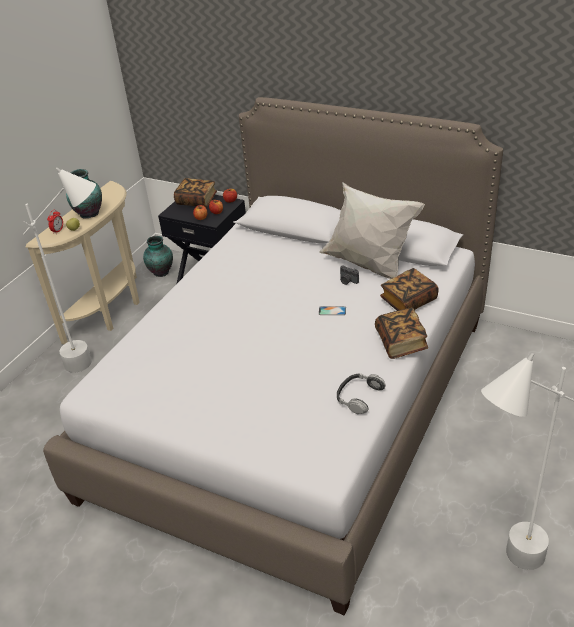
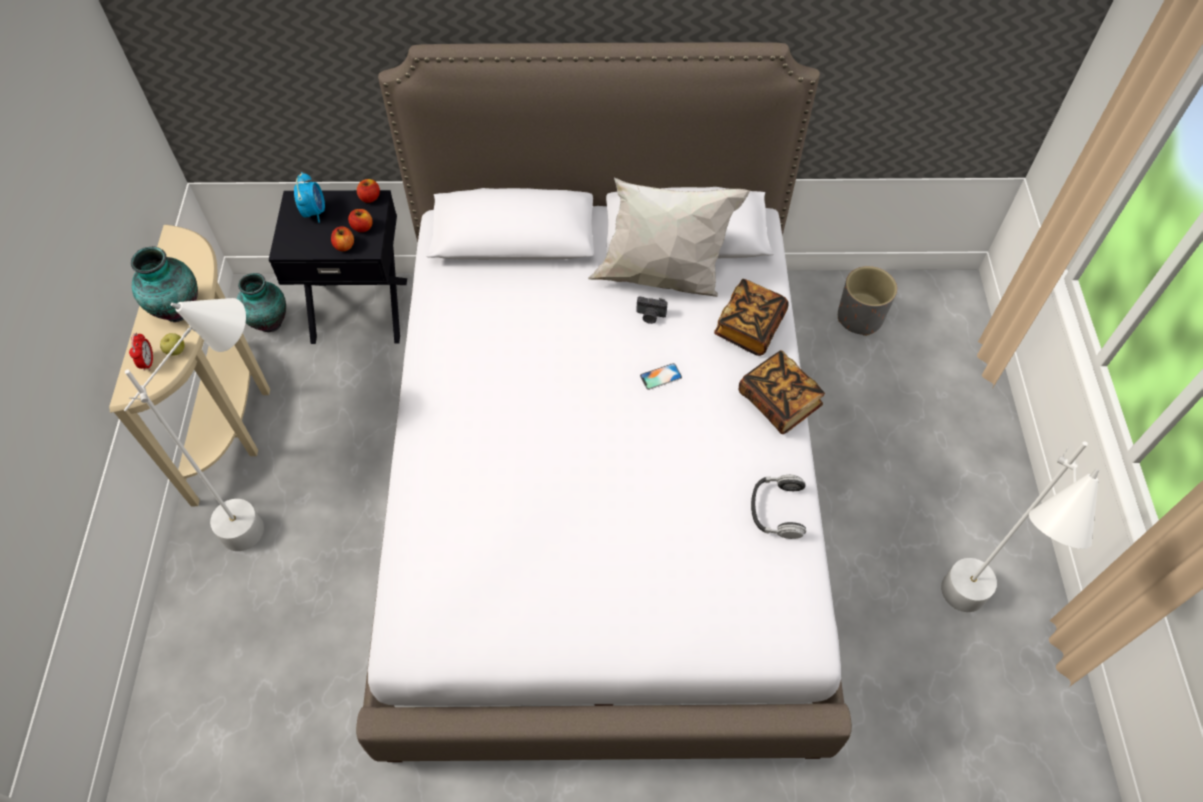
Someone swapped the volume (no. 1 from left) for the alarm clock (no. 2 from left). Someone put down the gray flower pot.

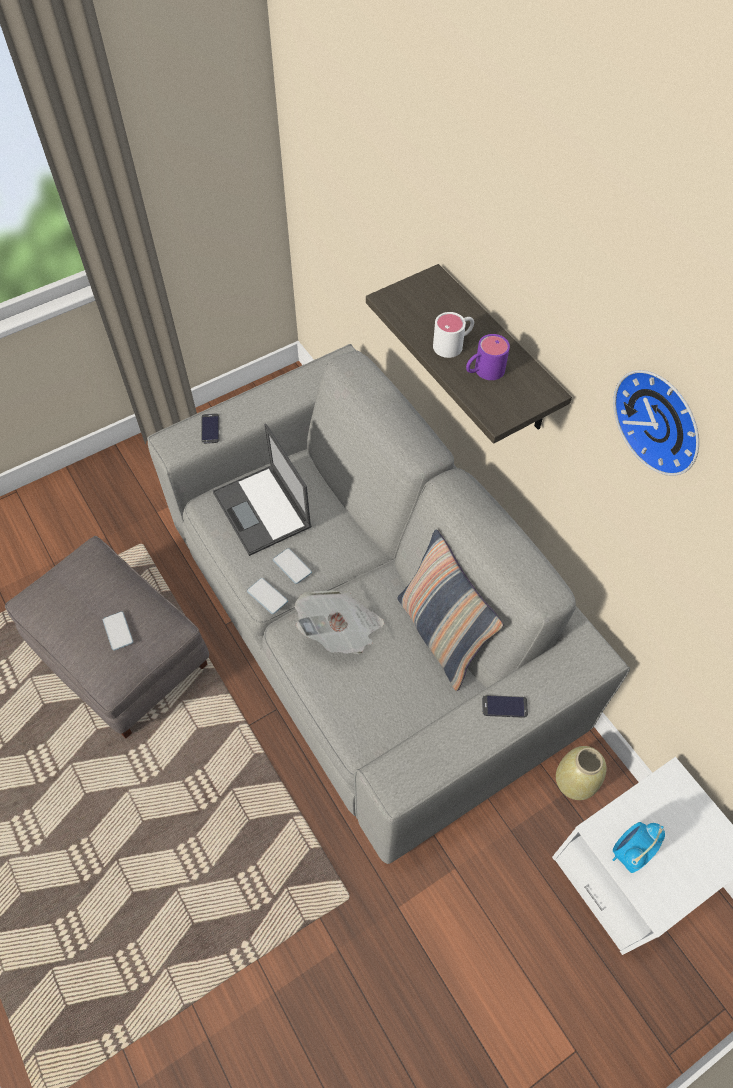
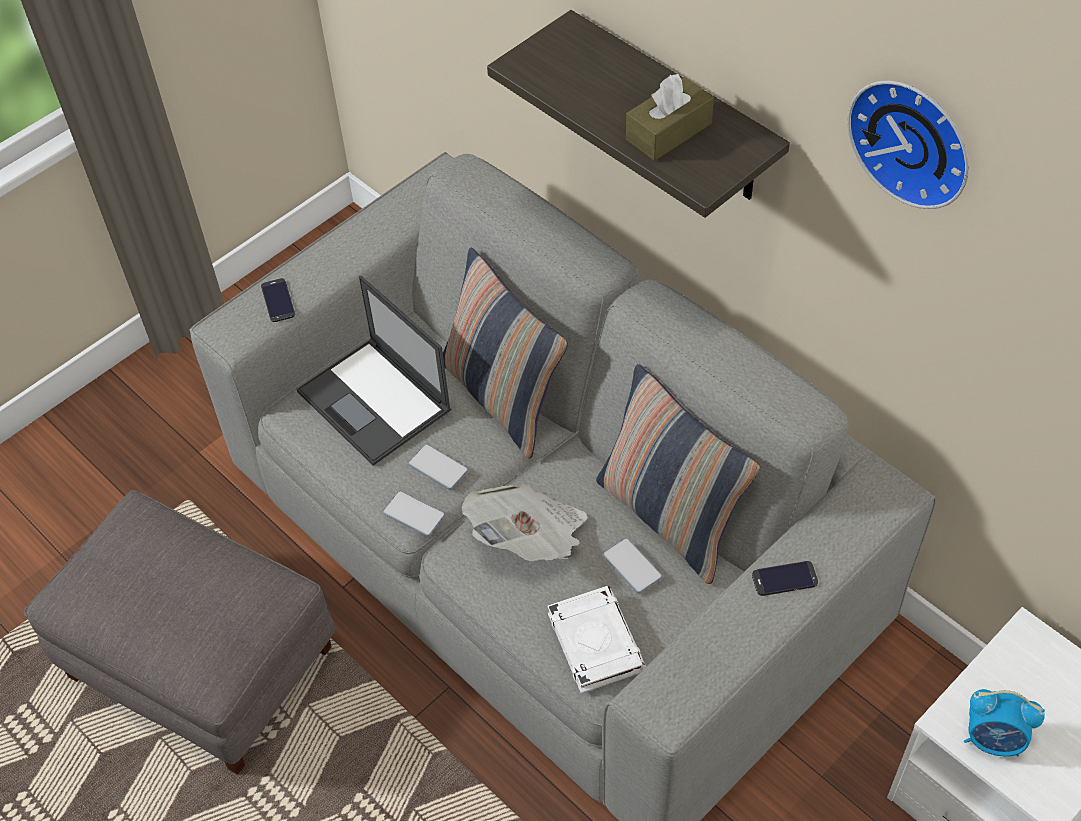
Someone carried the telephone (no. 1 from left in the first image). Someone took away the white-coloured tea mug. Someone swapped the purple tea mug for the brown-coloured tissue box. Someone took away the beige-coloured decorative vase. Someone rotated the alarm clock by 105 degrees counterclockwise. Someone put down the cushion (no. 1 from left). Someone put down the white-coloured volume.

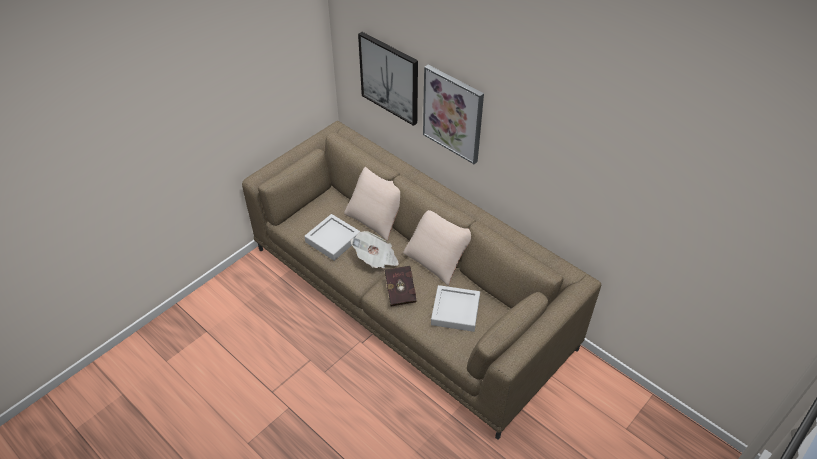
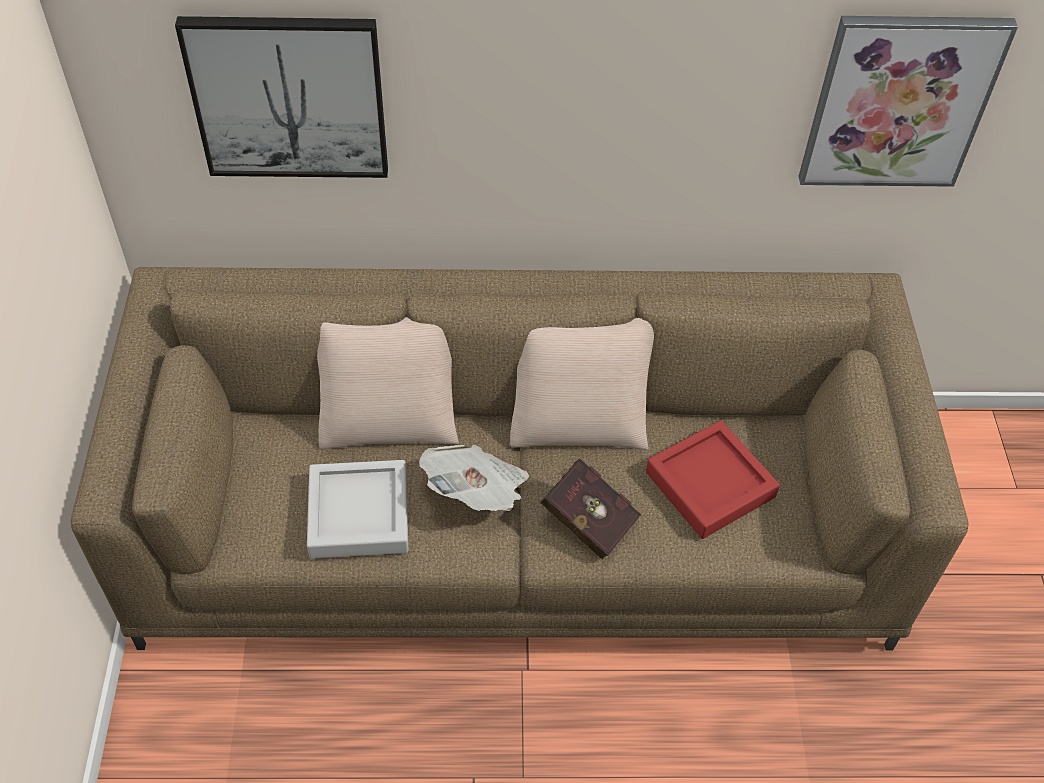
Someone carried the picture (no. 2 from left). Someone repainted the gray serving tray (no. 2 from left), which became the red serving tray.

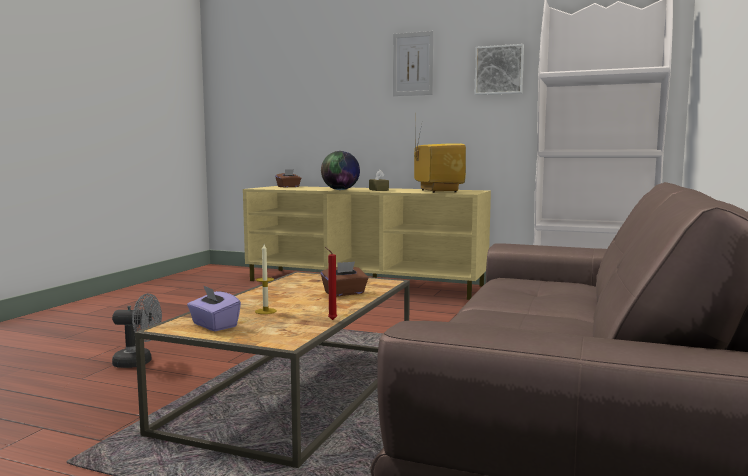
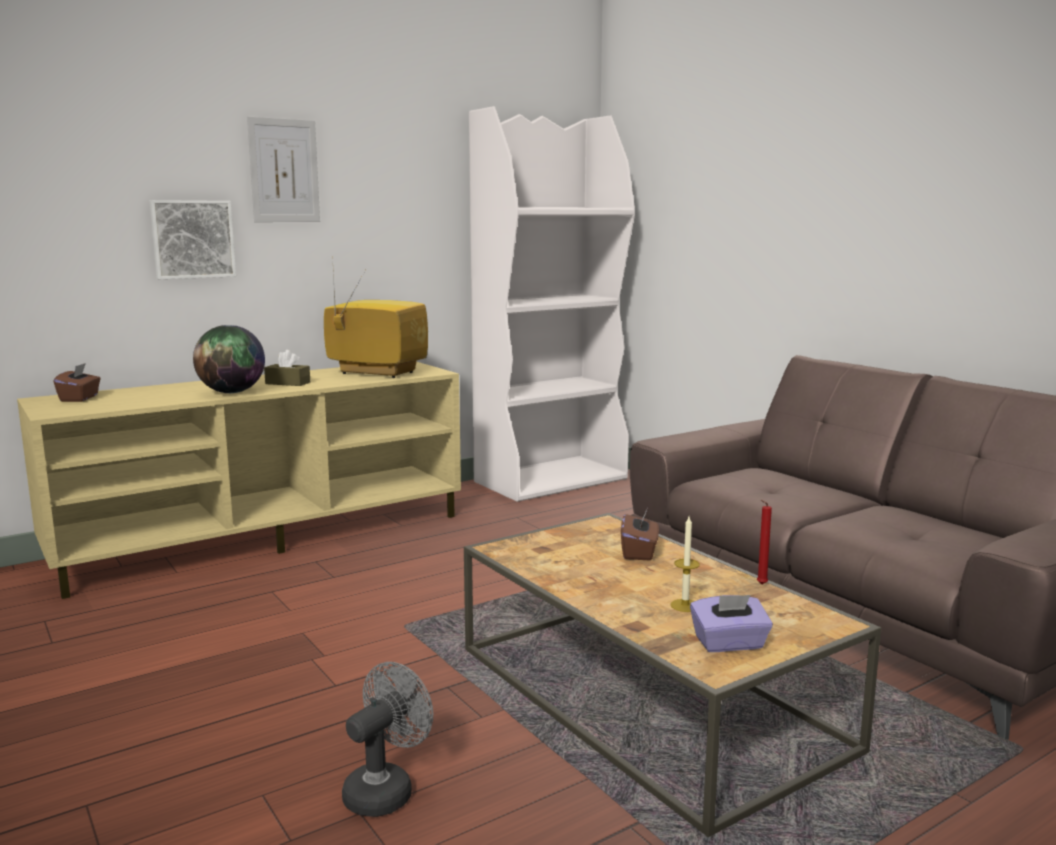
Someone carried the picture (no. 2 from left in the first image).

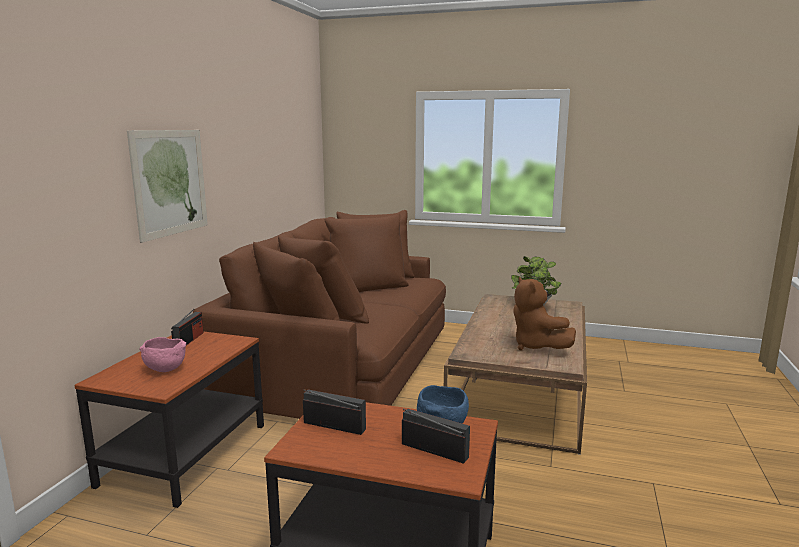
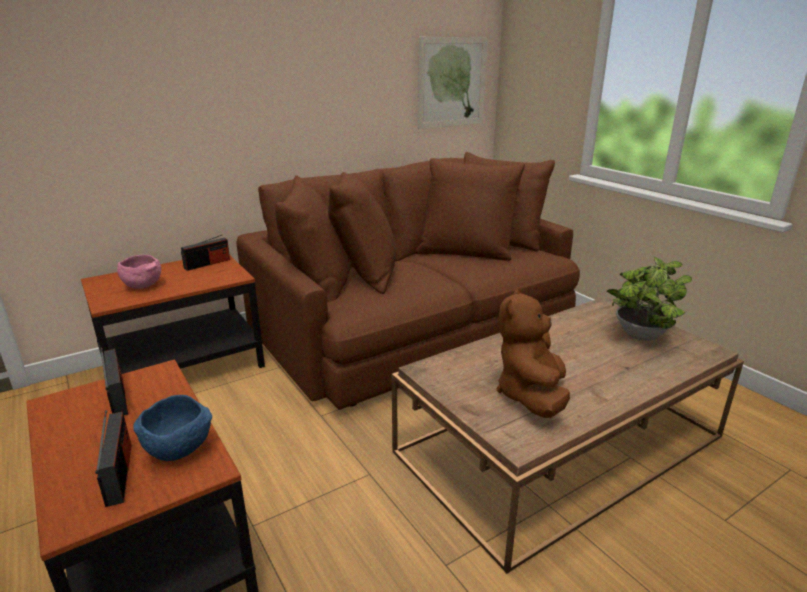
Someone carried the picture.

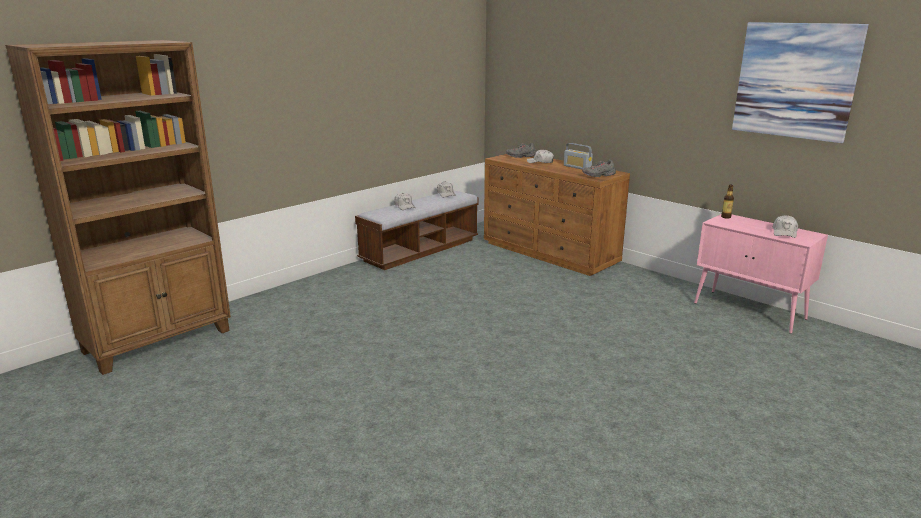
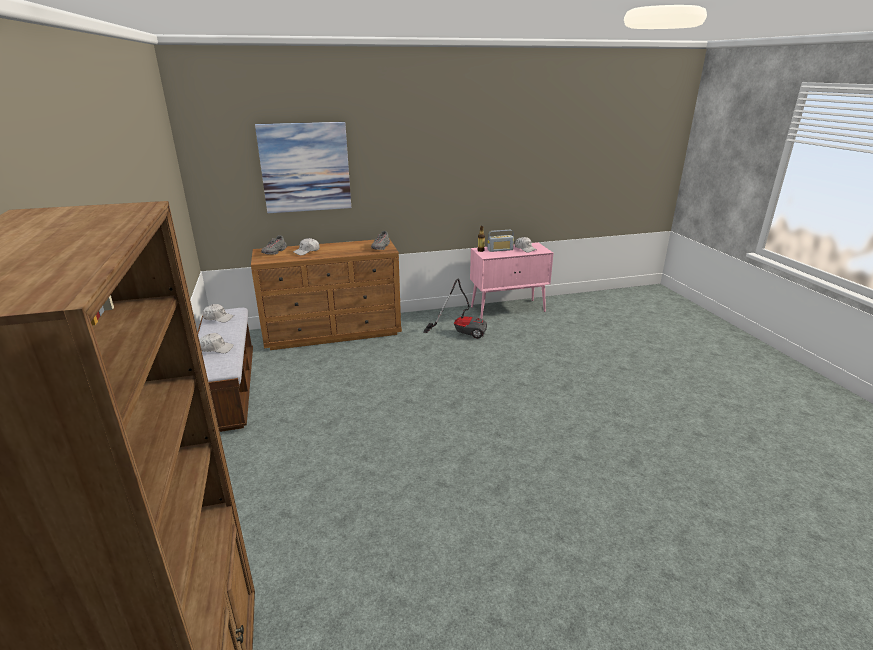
Someone carried the radio receiver. Someone carried the picture. Someone put down the vacuum.

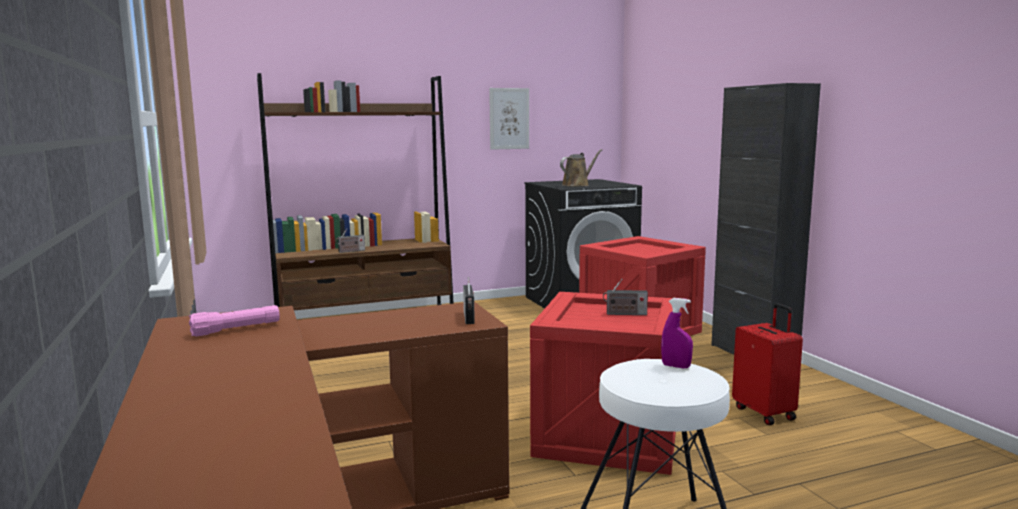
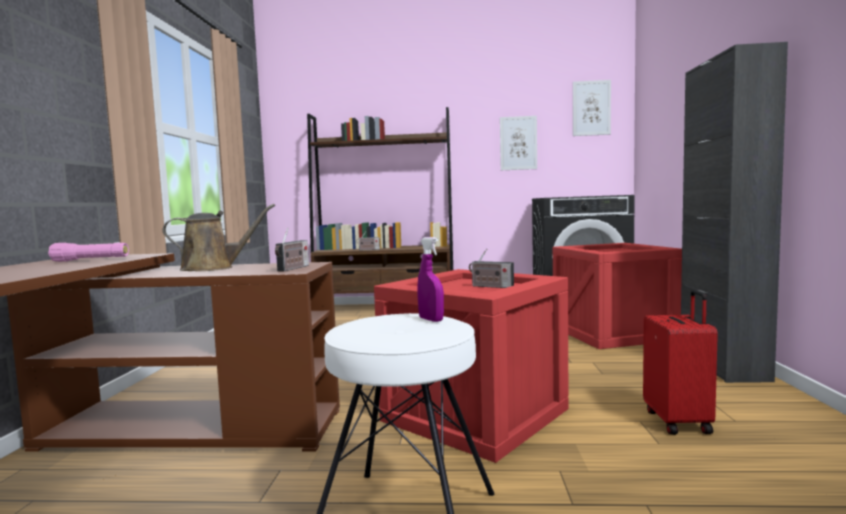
Someone carried the brown-coloured sprinkling can. Someone put up the picture (no. 2 from left).

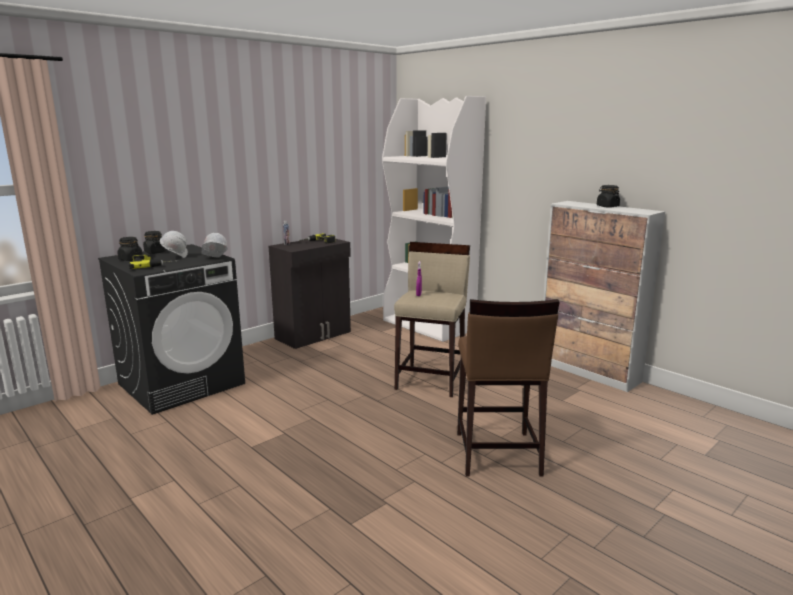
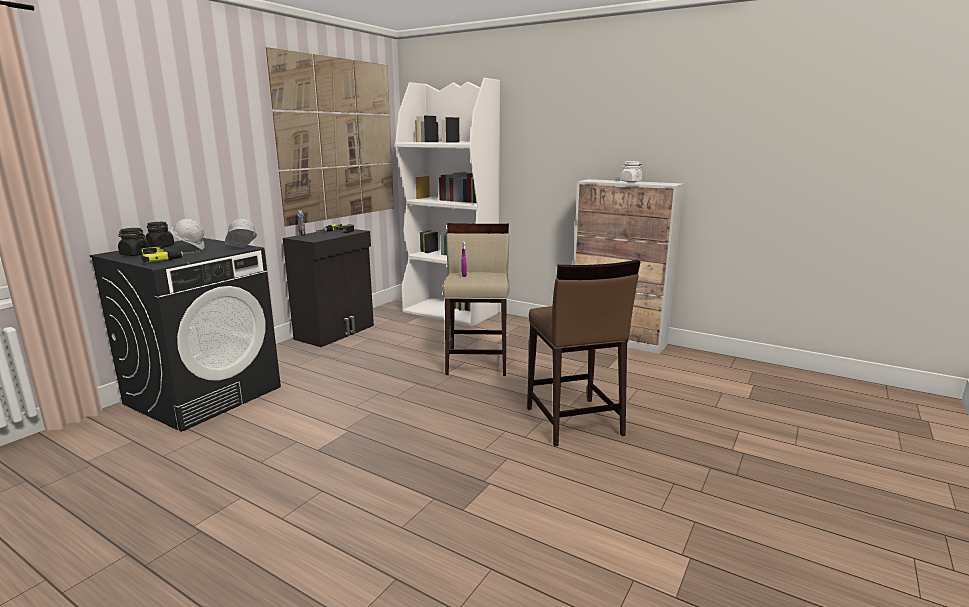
Someone repainted the black-coloured storage jar (no. 3 from left), which became the white-coloured storage jar. Someone put up the picture.

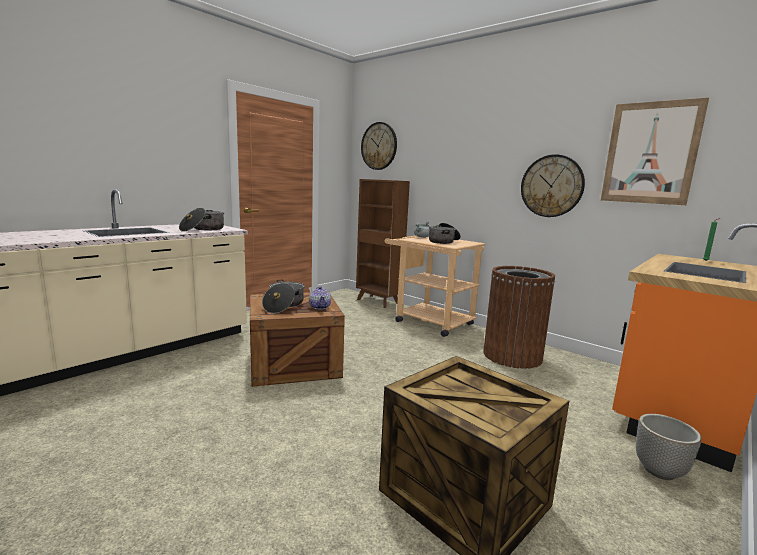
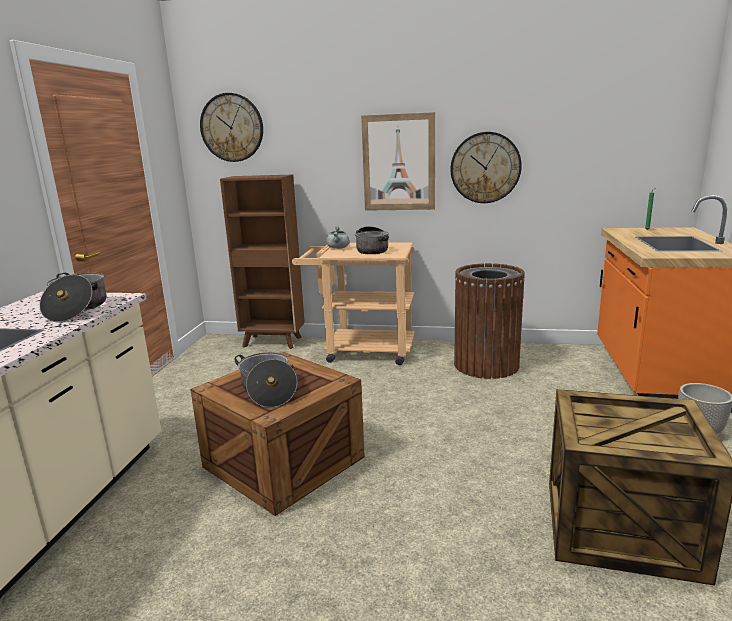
Someone took away the teapot. Someone carried the picture.

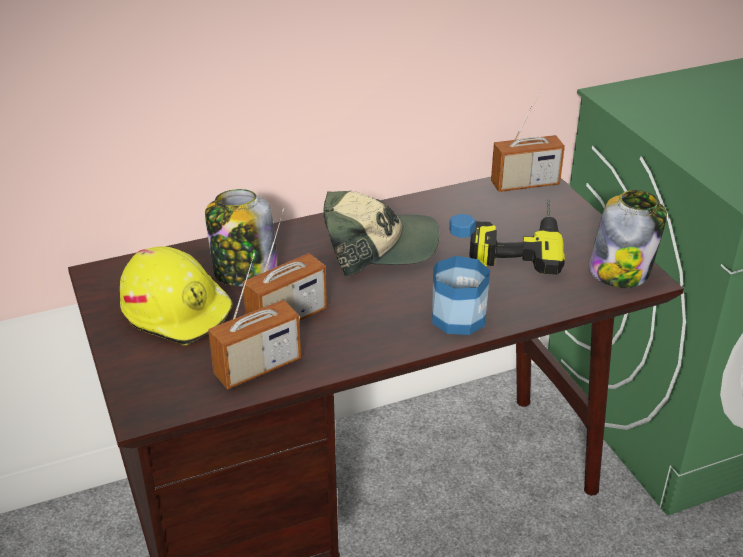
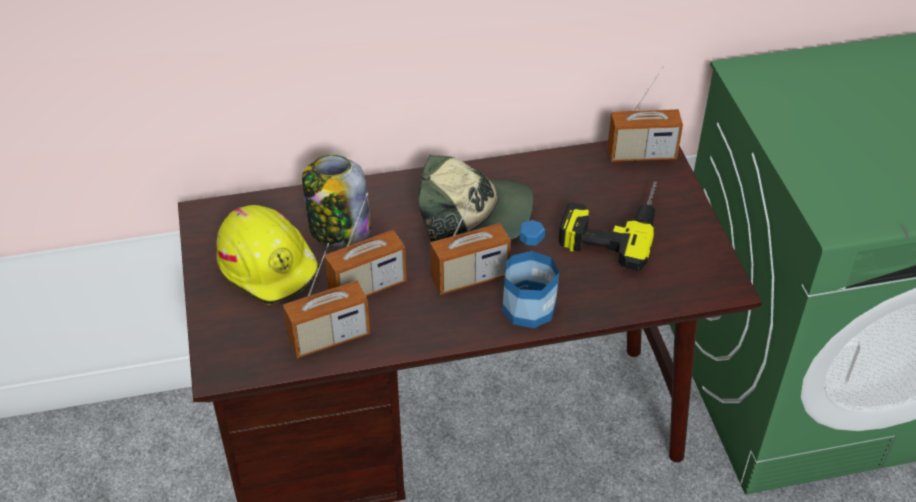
Someone took away the storage jar (no. 2 from left). Someone put down the radio receiver (no. 3 from left).

